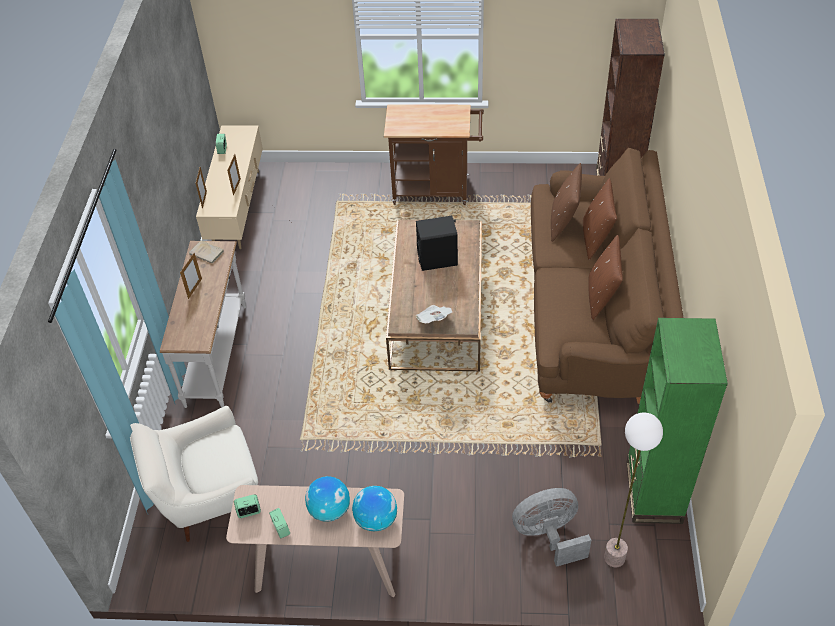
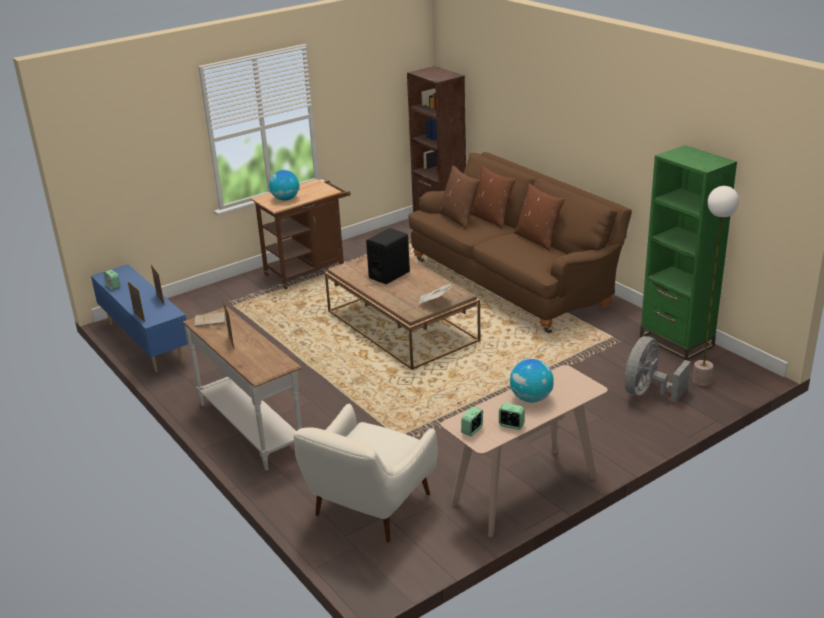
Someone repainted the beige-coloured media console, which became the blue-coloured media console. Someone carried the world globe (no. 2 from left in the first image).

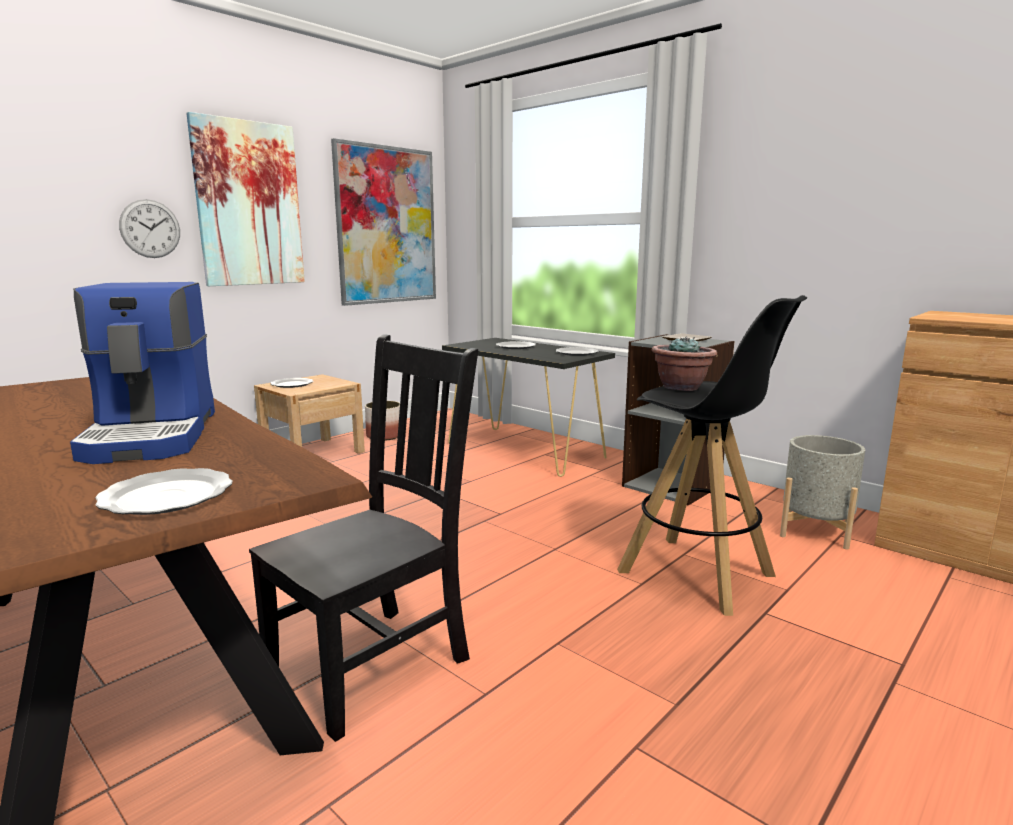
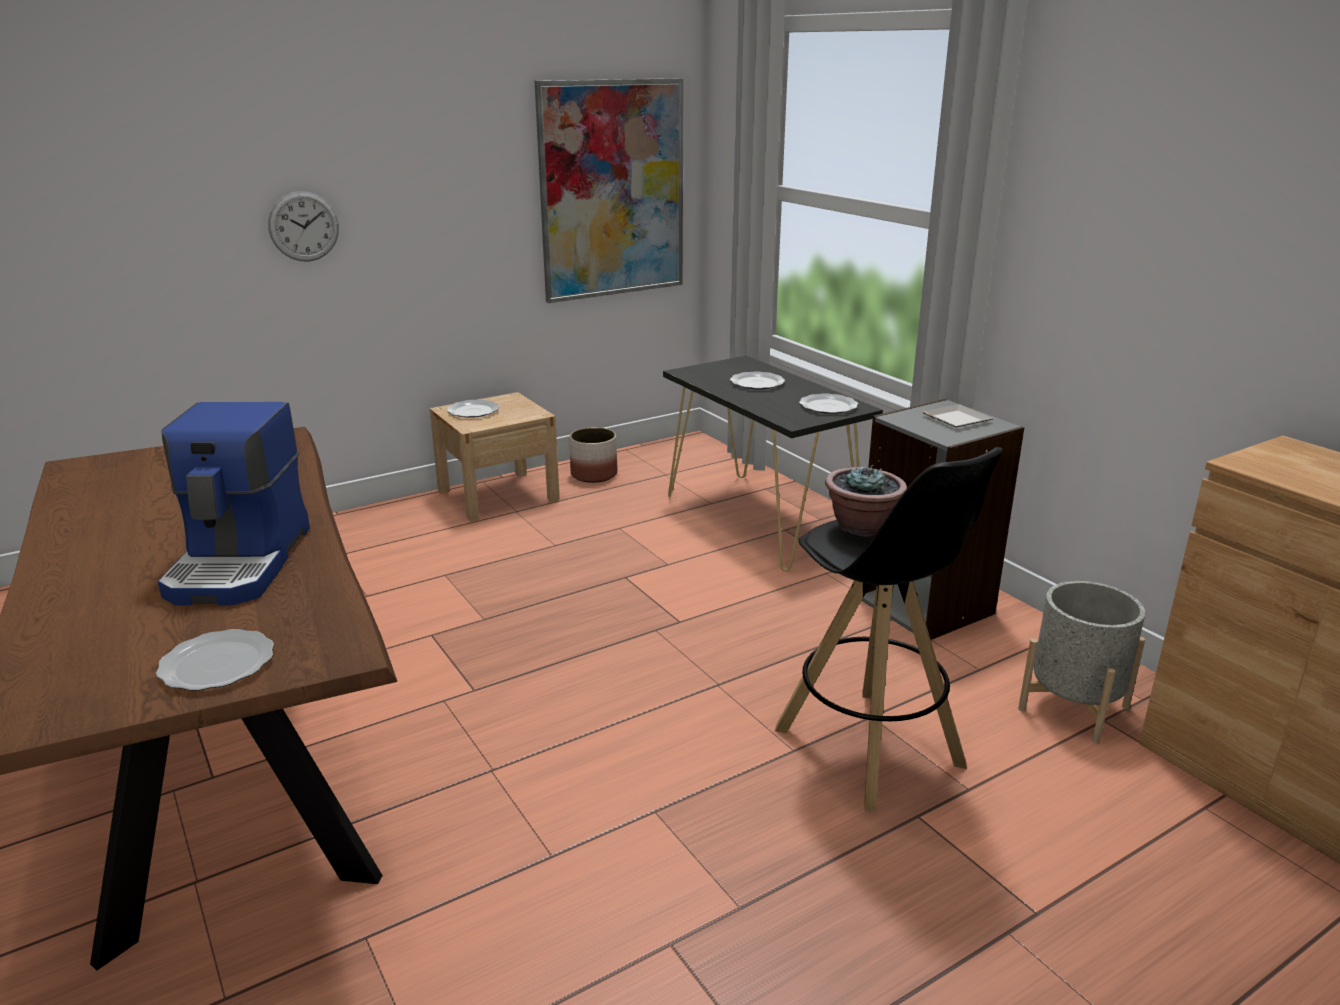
Someone took away the picture (no. 1 from left). Someone took away the black-coloured plain chair.

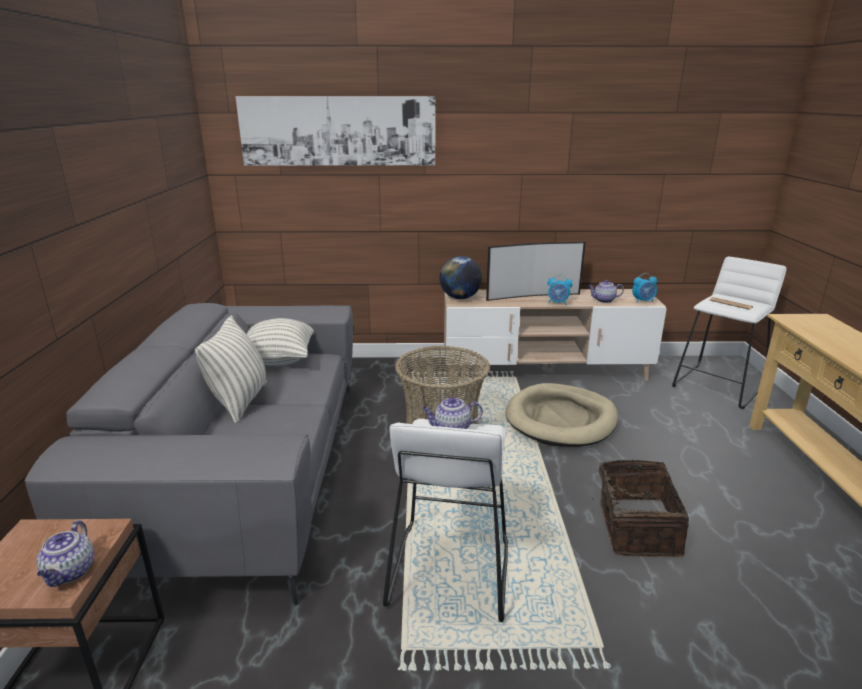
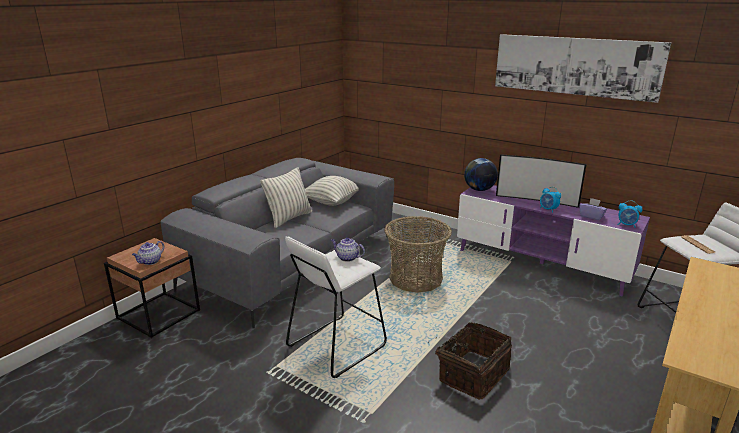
Someone carried the picture. Someone repainted the beige-coloured media console, which became the purple media console. Someone took away the beige-coloured dog bed. Someone swapped the teapot (no. 3 from left) for the purple tissue box.

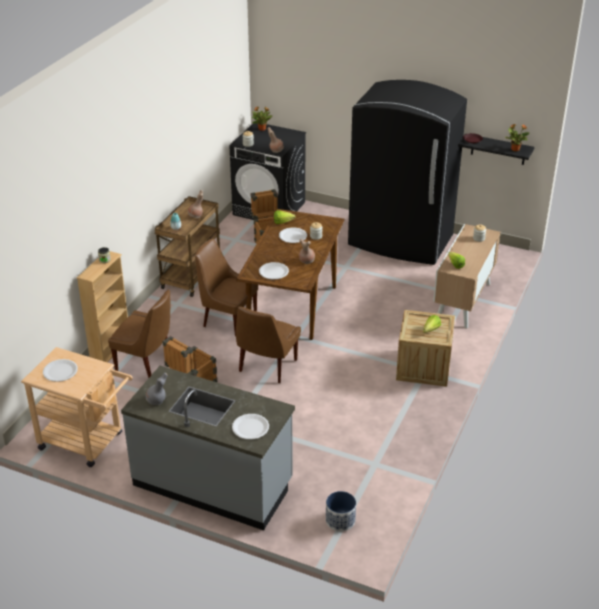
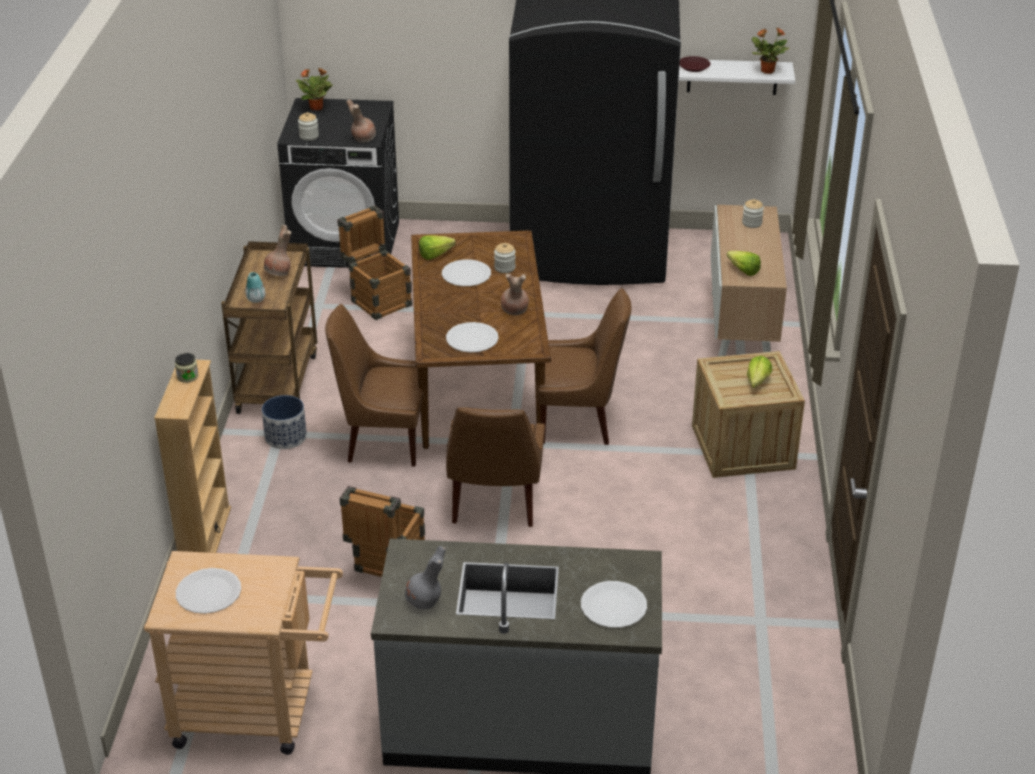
Someone carried the brown-coloured plain chair (no. 1 from left in the first image). Someone carried the flower pot. Someone repainted the black-coloured bracket shelf, which became the white-coloured bracket shelf.

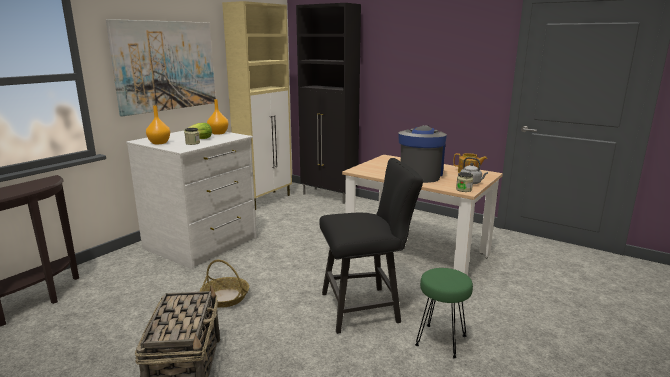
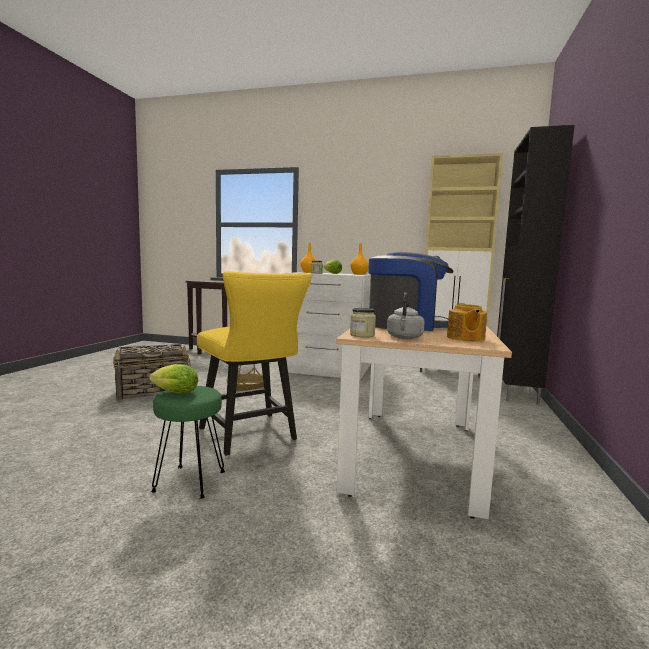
Someone took away the picture. Someone repainted the black-coloured plain chair, which became the yellow plain chair. Someone put down the lettuce (no. 1 from left).

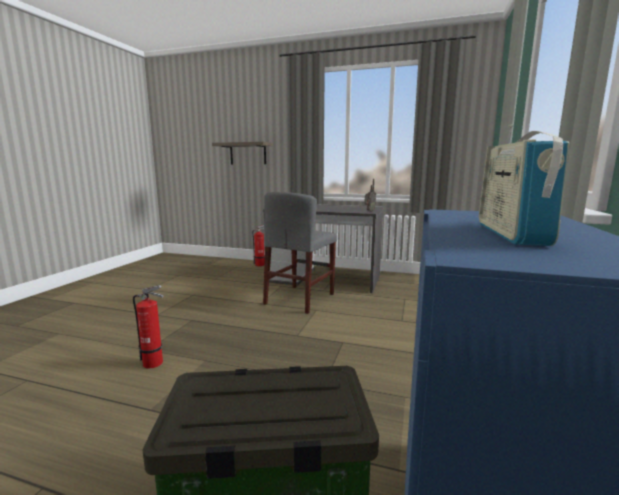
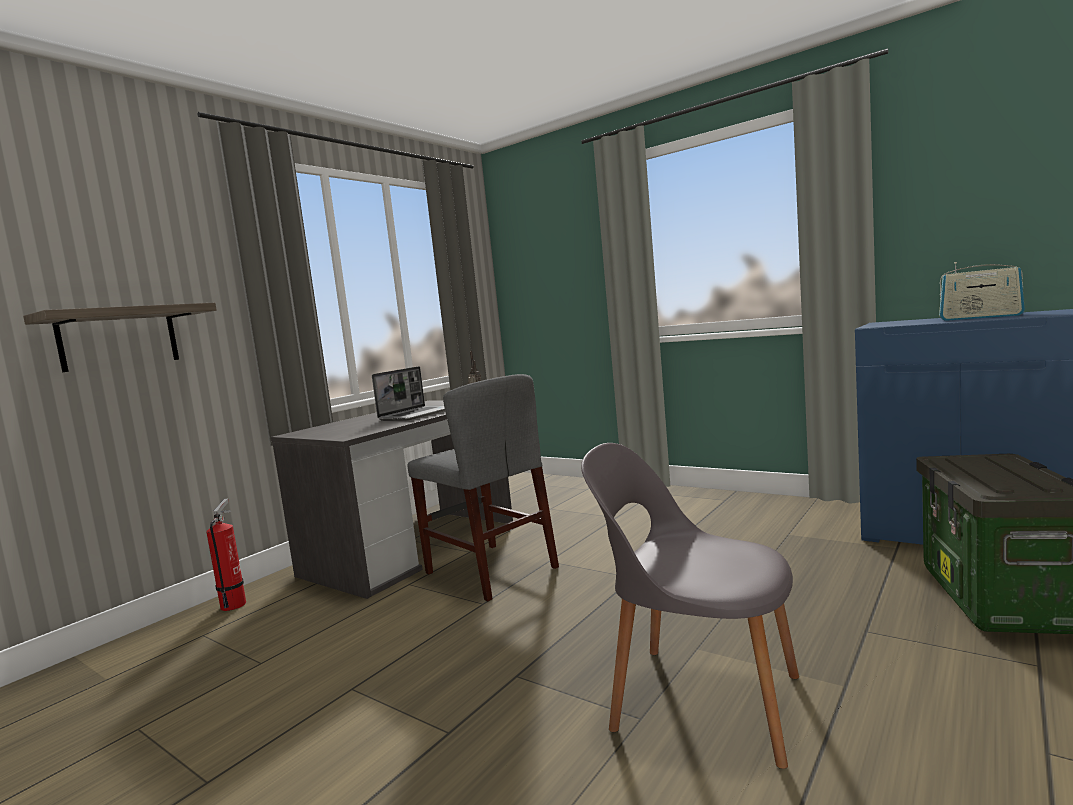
Someone swapped the fire extinguisher (no. 1 from left) for the gray plain chair (no. 2 from left). Someone put down the laptop.

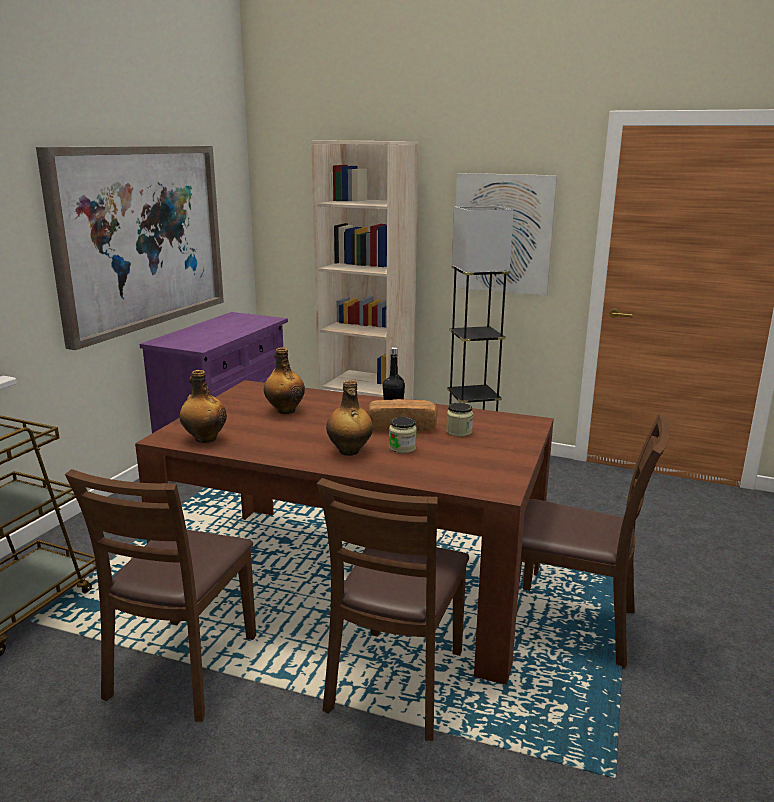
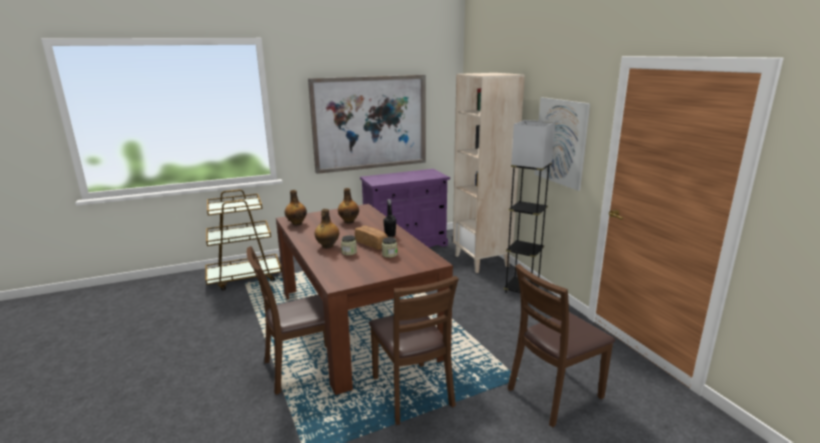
Someone carried the brown-coloured plain chair (no. 1 from left in the first image).

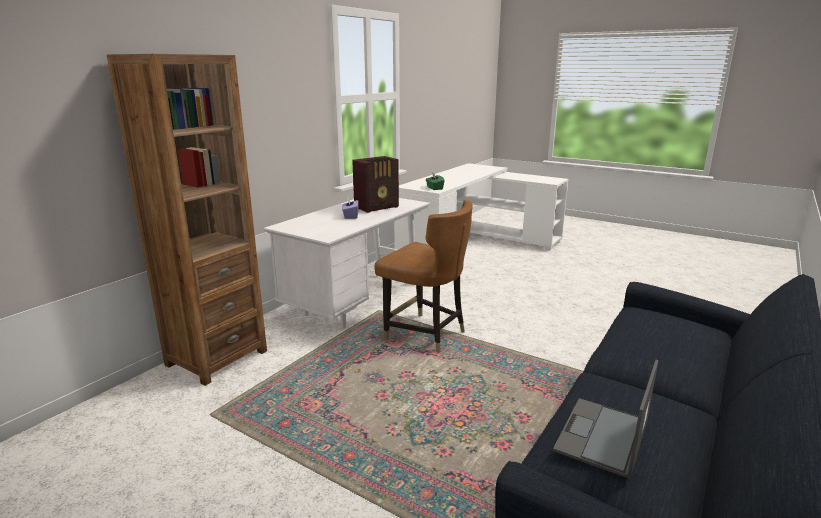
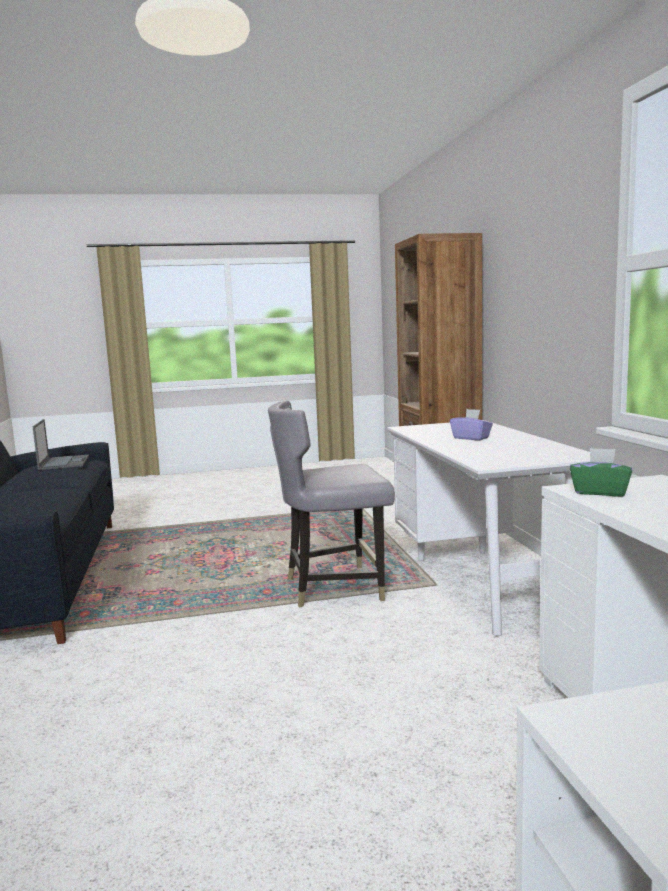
Someone took away the radio receiver. Someone repainted the brown-coloured plain chair, which became the gray plain chair.

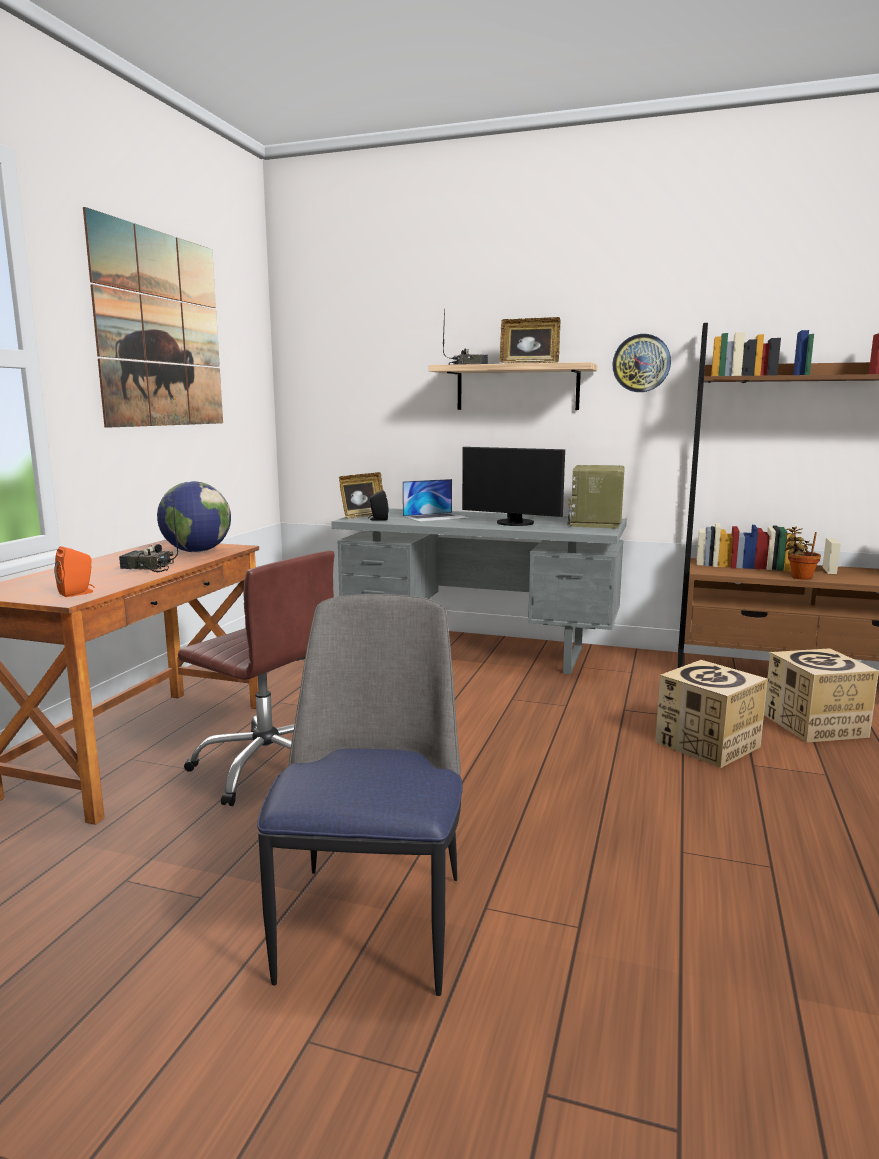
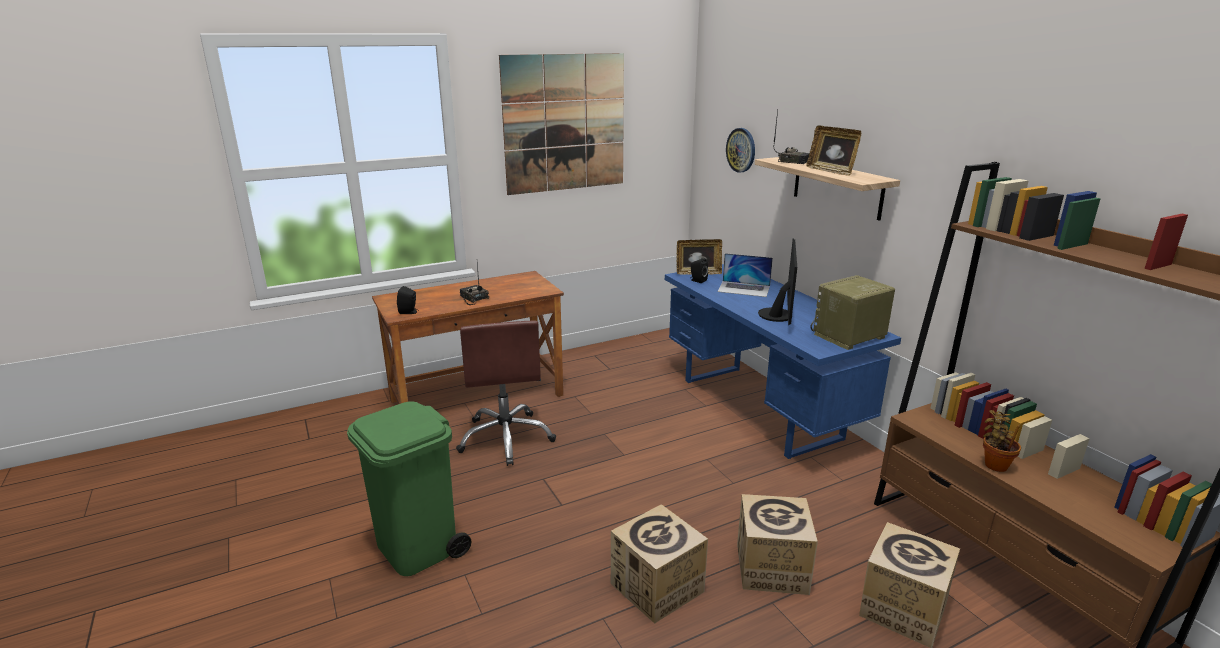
Someone repainted the orangey audio speaker, which became the black-coloured audio speaker (no. 1 from left). Someone took away the world globe. Someone swapped the plain chair for the green trash can. Someone repainted the gray desk table, which became the blue-coloured desk table. Someone rotated the computer display by 150 degrees counterclockwise. Someone carried the hanging clock. Someone put down the carton (no. 1 from left).

